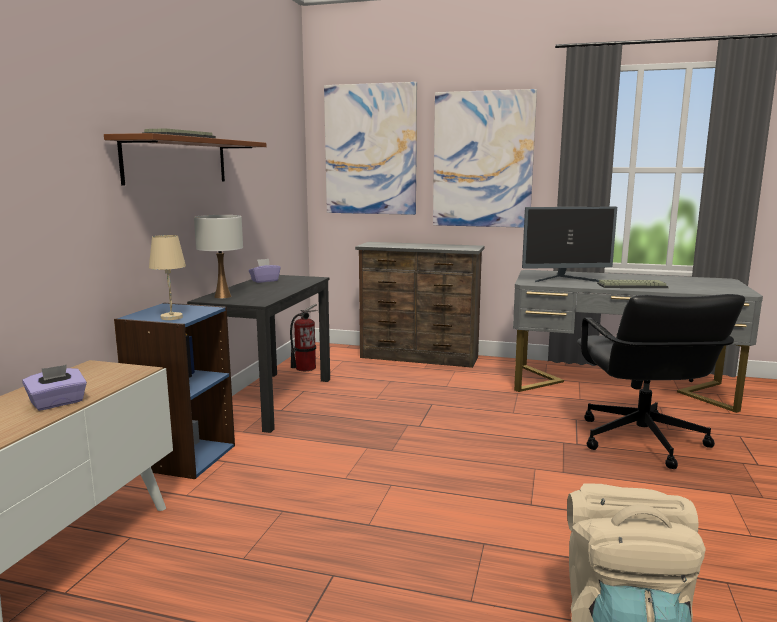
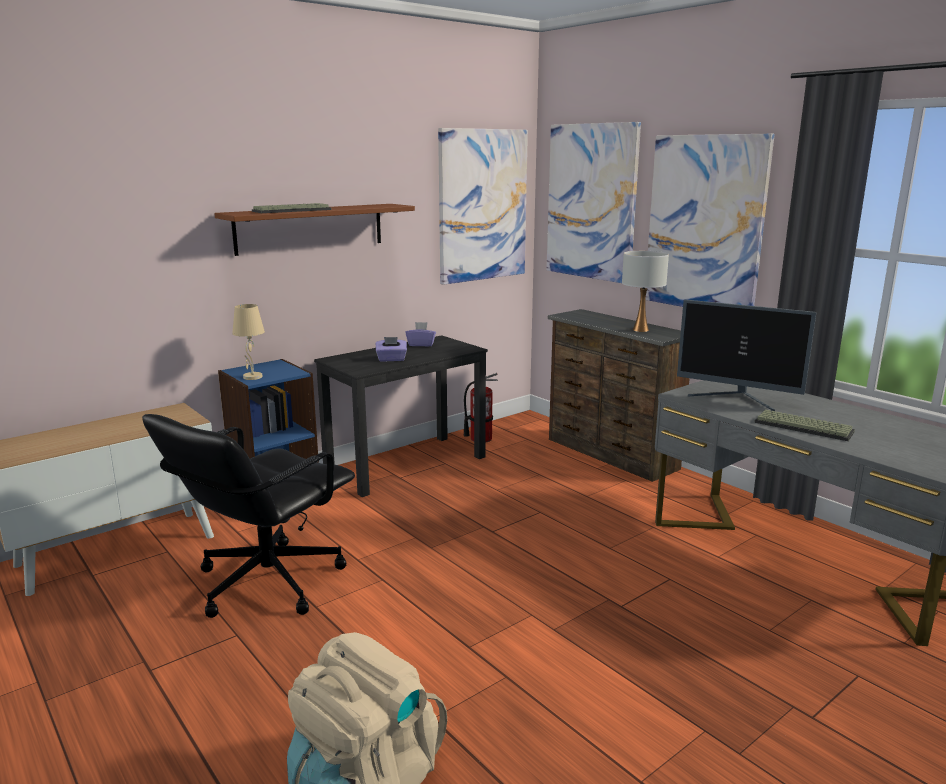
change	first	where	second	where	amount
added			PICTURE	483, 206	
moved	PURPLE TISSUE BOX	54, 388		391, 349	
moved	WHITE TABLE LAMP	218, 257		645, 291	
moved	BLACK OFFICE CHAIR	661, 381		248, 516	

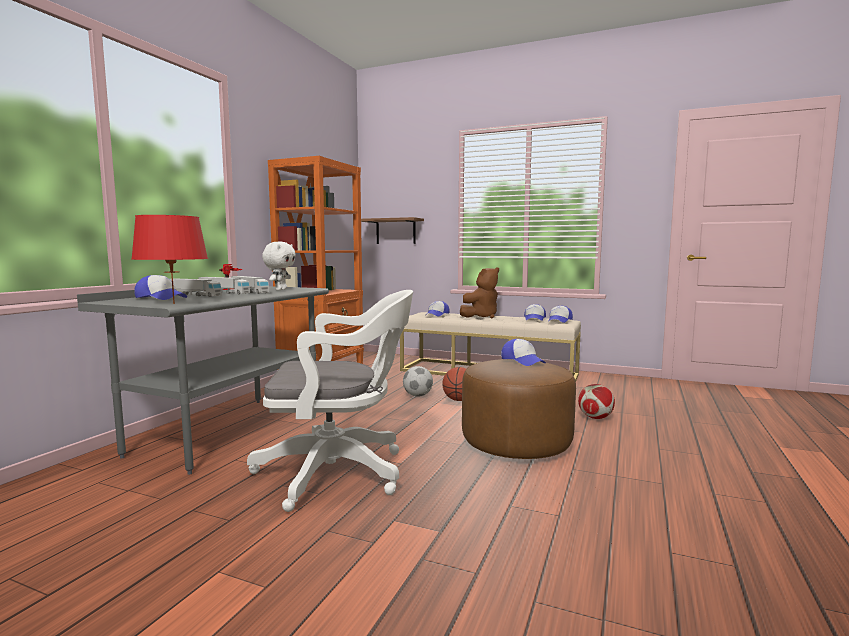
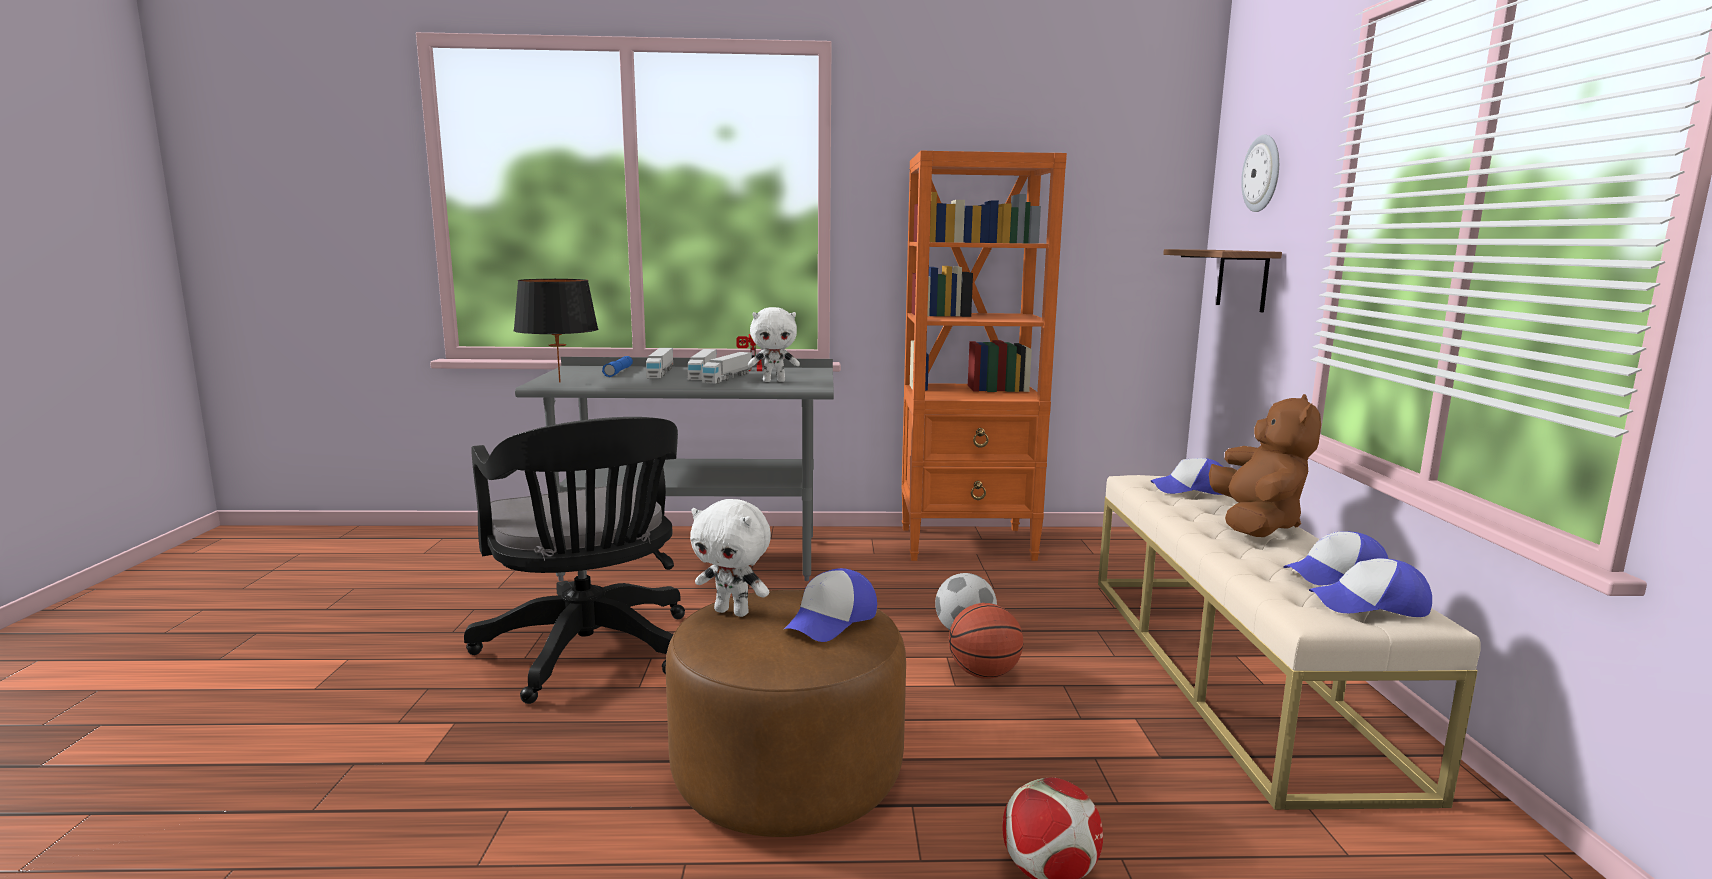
change	first	where	second	where	amount
added			WHITE PLUSH TOY	730, 558	
added			WALL CLOCK	1260, 173	
replaced	CAP	160, 287	BLUE FLASHLIGHT	617, 366	
recoloured	RED TABLE LAMP	170, 259	BLACK TABLE LAMP	555, 331	
recoloured	WHITE OFFICE CHAIR	330, 401	BLACK OFFICE CHAIR	574, 560	
turned	BROWN PLUSH TOY	479, 293		1265, 465	105 degrees counterclockwise

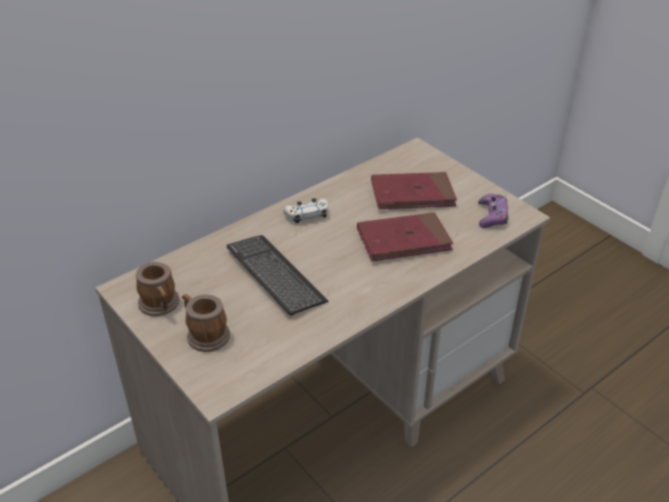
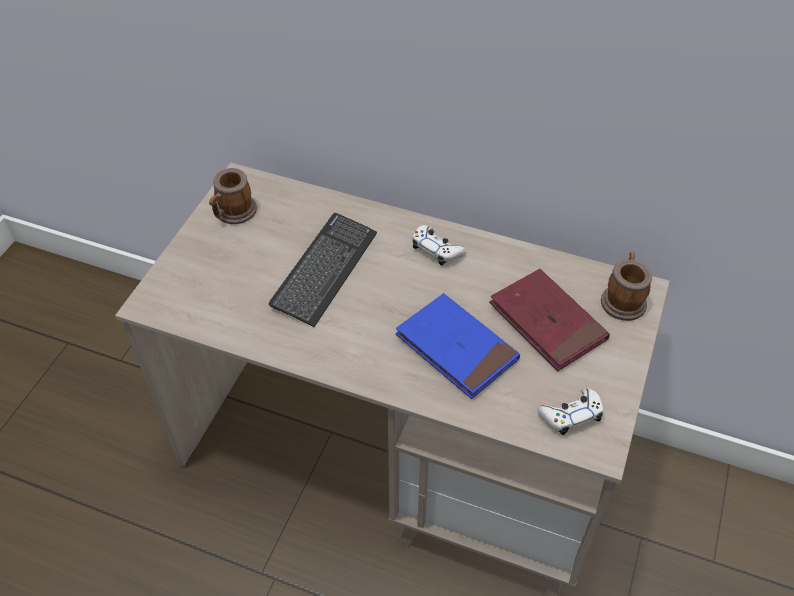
change	first	where	second	where	amount
moved	MUG	206, 323		626, 286	
recoloured	RED BOOK	405, 236	BLUE BOOK	458, 346	
recoloured	PURPLE GAME CONTROLLER	493, 211	WHITE GAME CONTROLLER	570, 412	

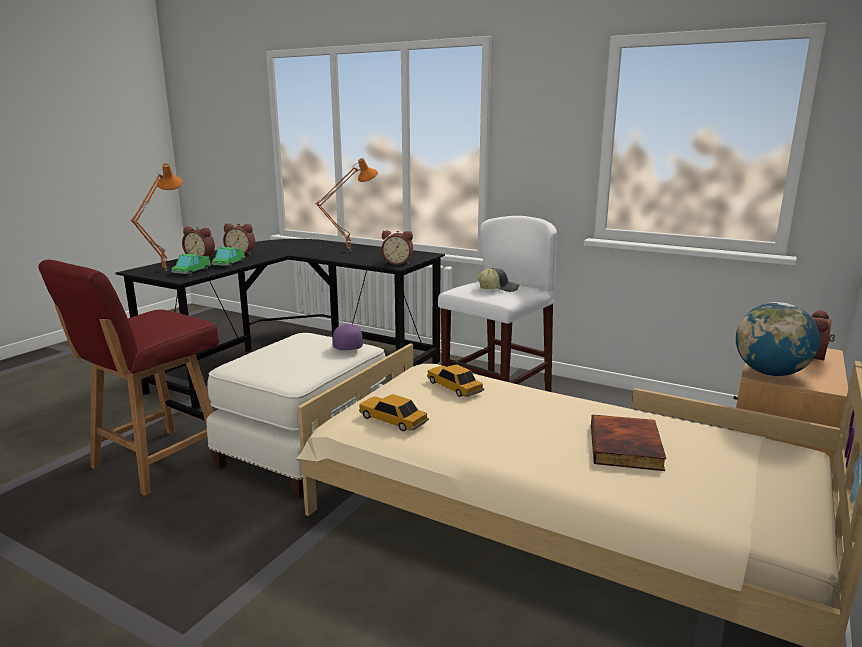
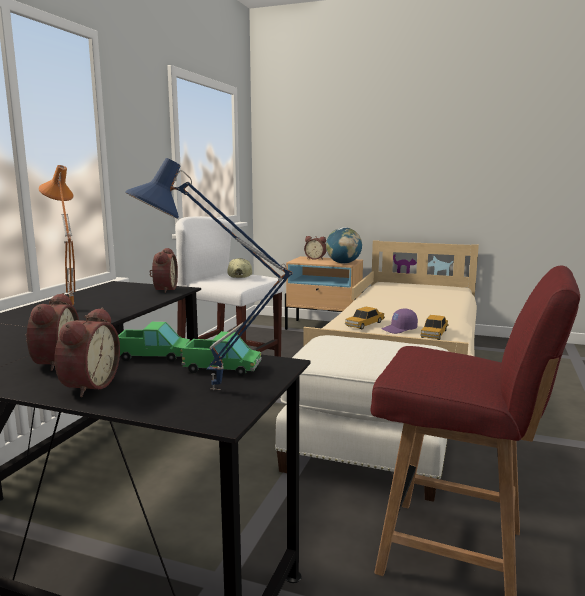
change	first	where	second	where	amount
removed	BOOK	628, 442			
moved	PURPLE CAP	348, 337		399, 321	
recoloured	ORANGE TABLE LAMP	157, 217	BLUE TABLE LAMP	209, 274	

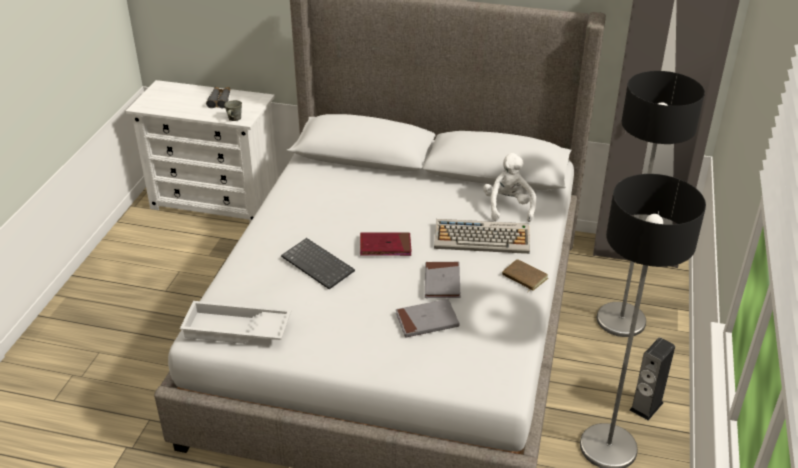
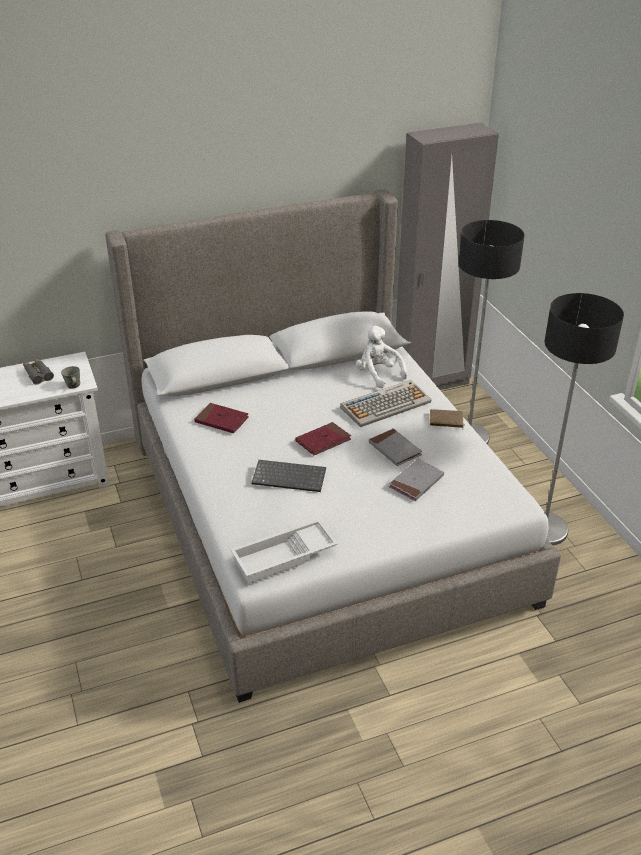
change	first	where	second	where	amount
removed	SPEAKER	652, 379			
added			RED BOOK	221, 418	

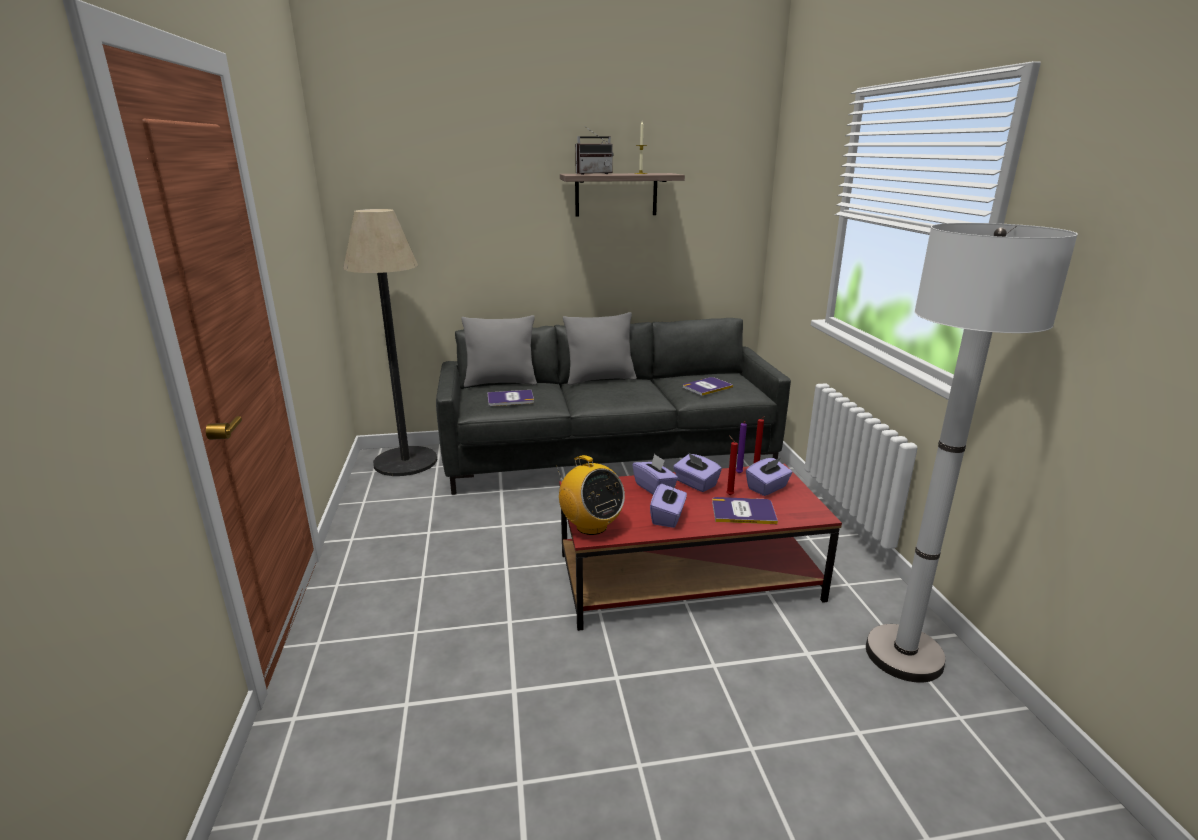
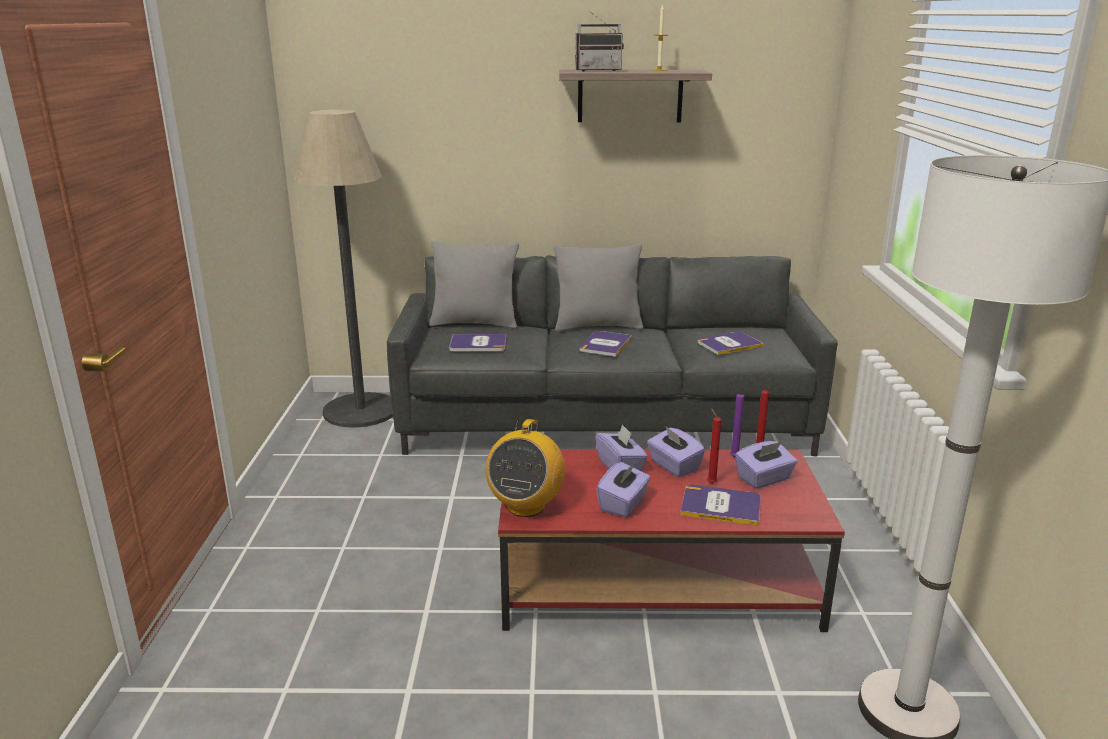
change	first	where	second	where	amount
added			BOOK	606, 344	
turned	RADIO	590, 495		525, 468	45 degrees clockwise

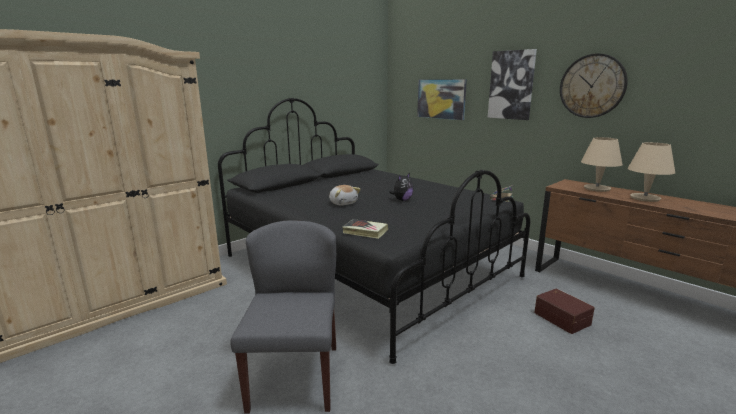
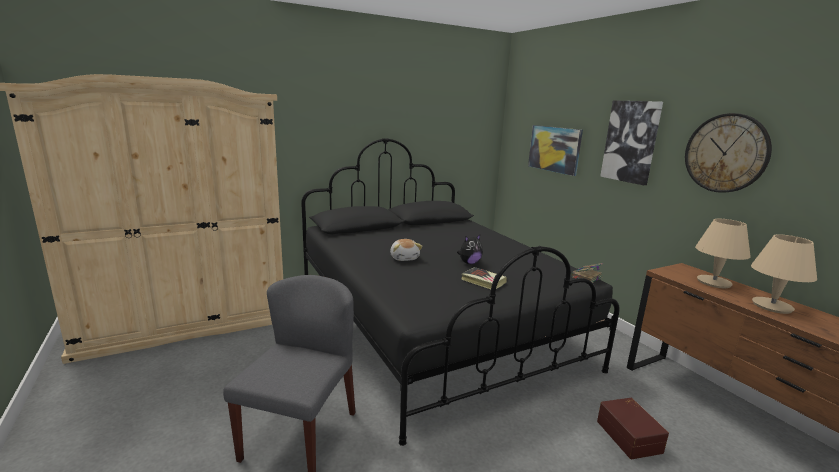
change	first	where	second	where	amount
moved	BOOK	365, 229		484, 278	

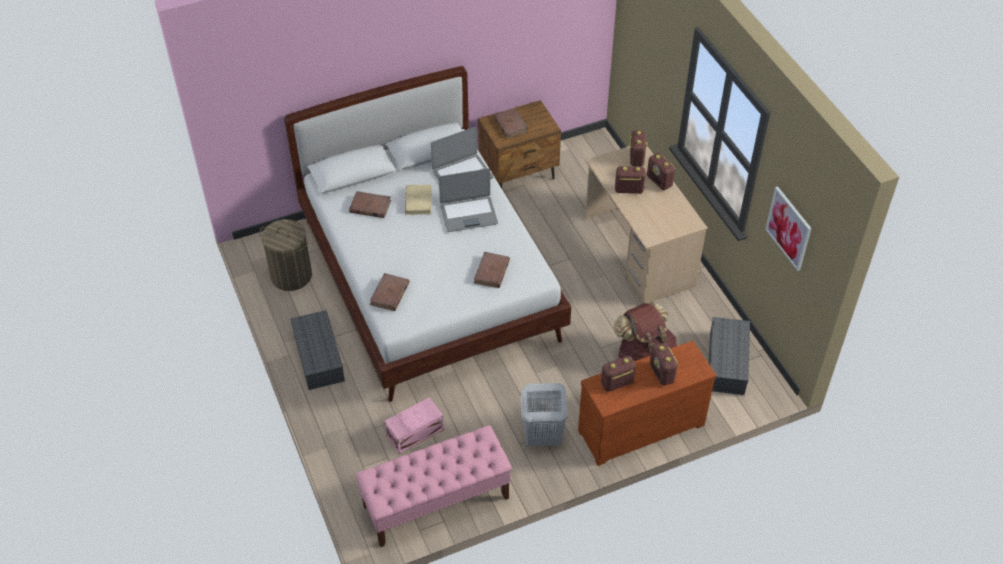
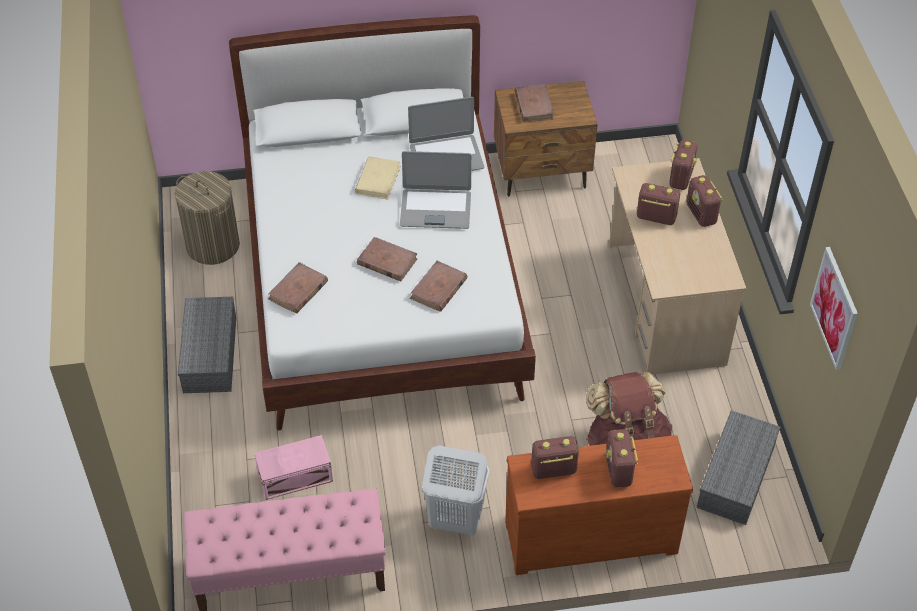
change	first	where	second	where	amount
moved	BROWN BOOK	370, 204		387, 259	

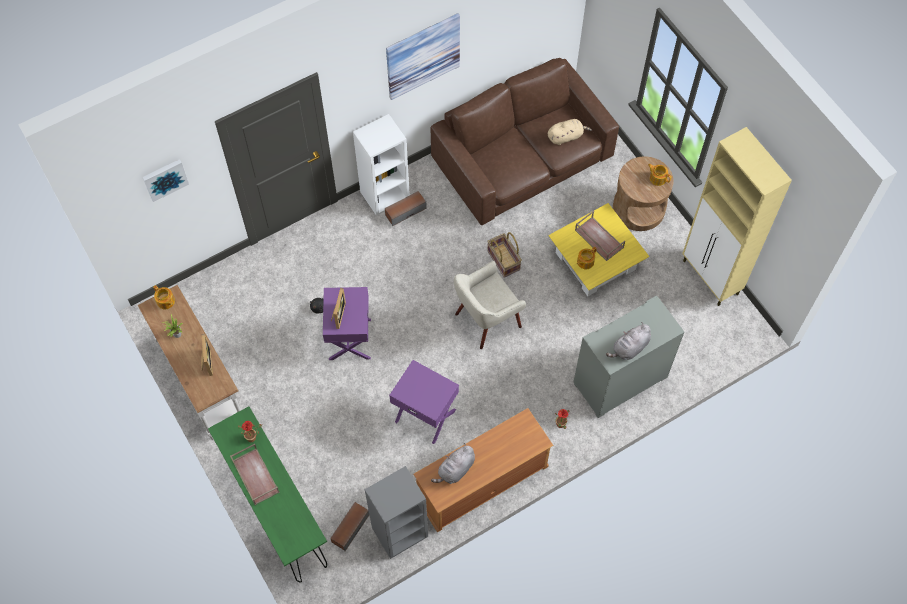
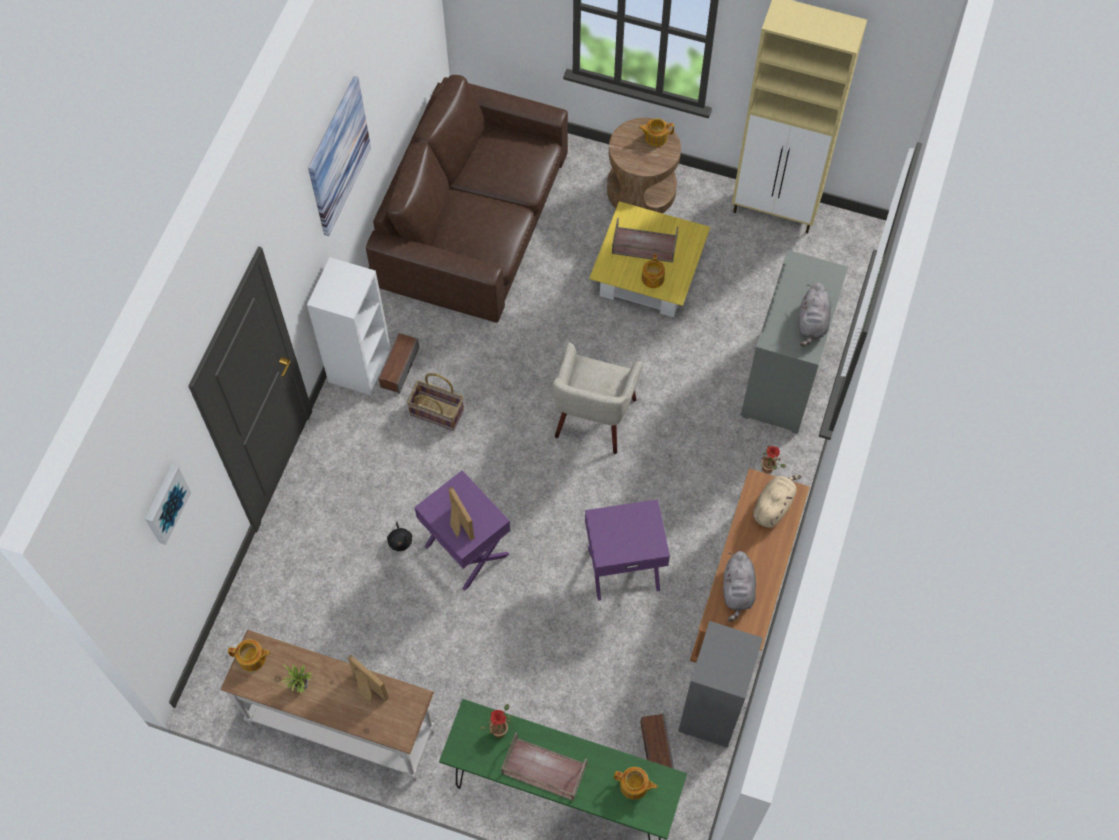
change	first	where	second	where	amount
added			TEAPOT	636, 783	
moved	BASKET	504, 255		435, 402	
moved	BEIGE PLUSH TOY	570, 132		777, 501	

